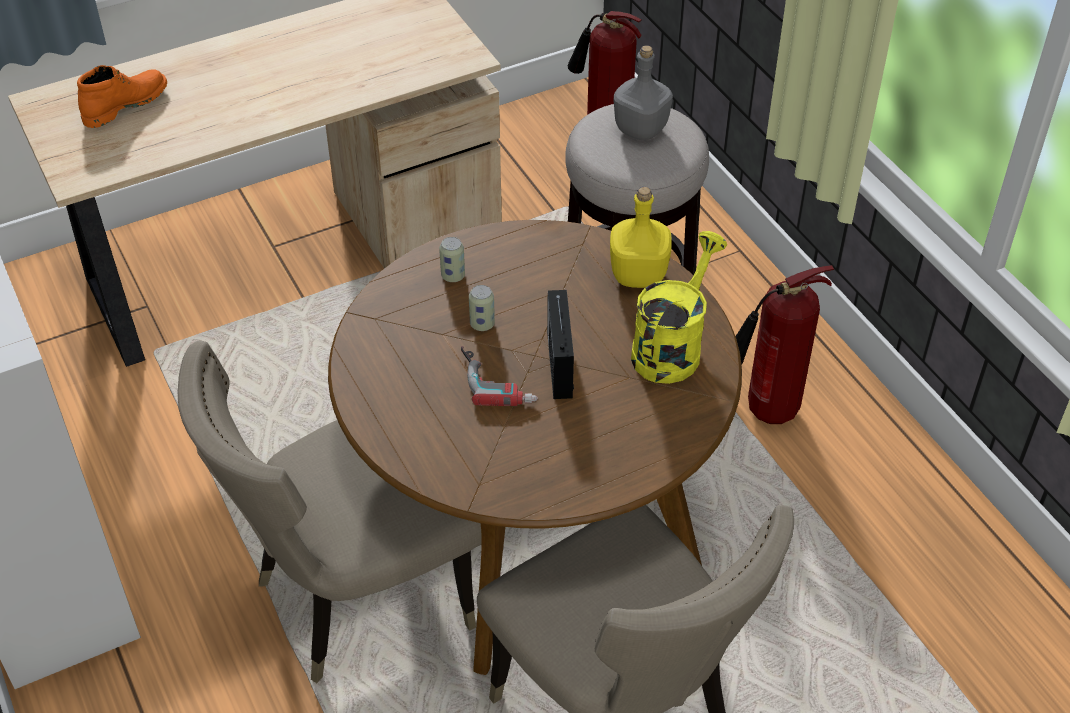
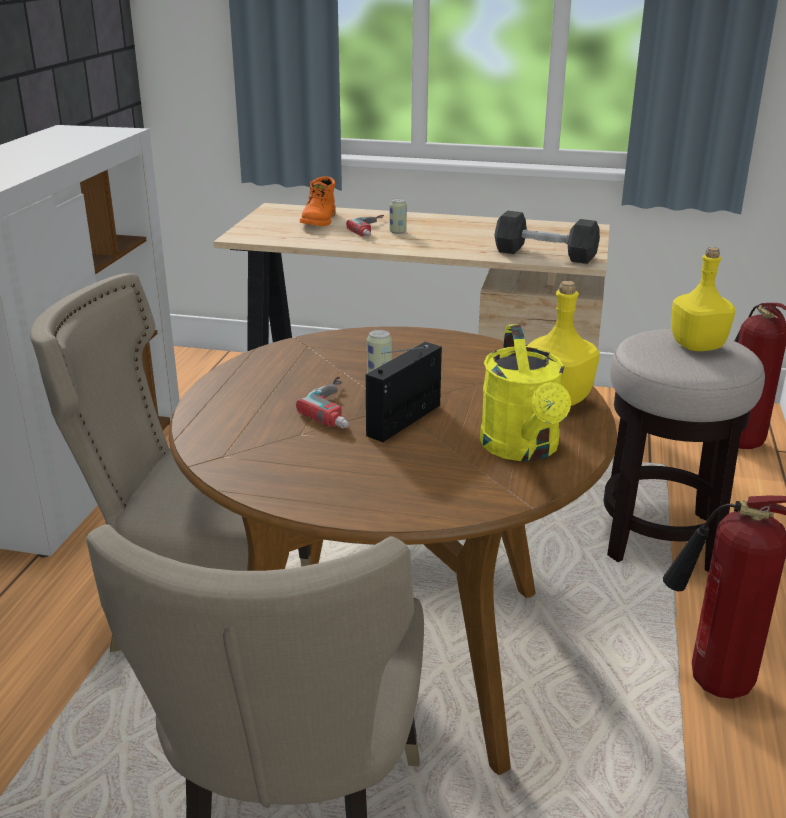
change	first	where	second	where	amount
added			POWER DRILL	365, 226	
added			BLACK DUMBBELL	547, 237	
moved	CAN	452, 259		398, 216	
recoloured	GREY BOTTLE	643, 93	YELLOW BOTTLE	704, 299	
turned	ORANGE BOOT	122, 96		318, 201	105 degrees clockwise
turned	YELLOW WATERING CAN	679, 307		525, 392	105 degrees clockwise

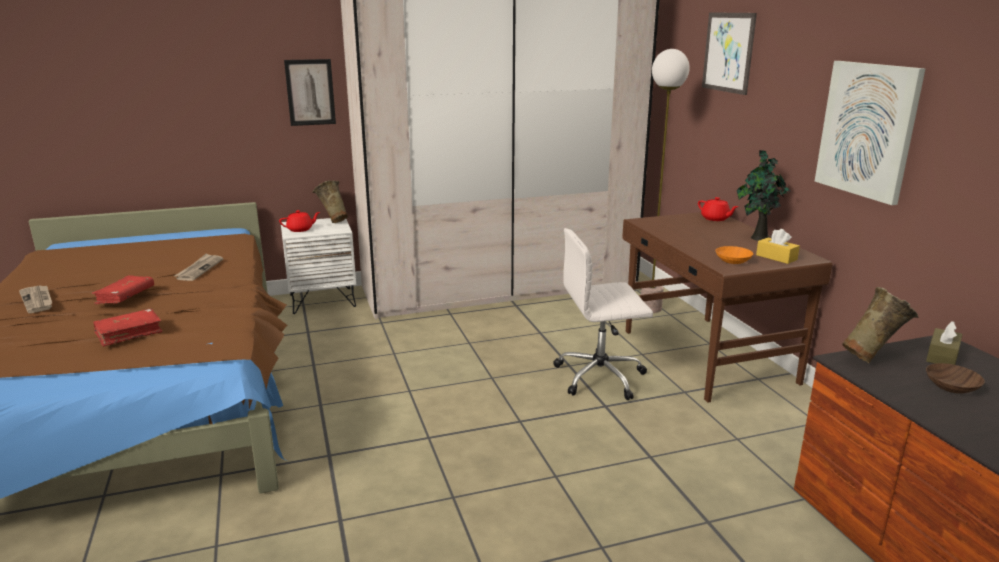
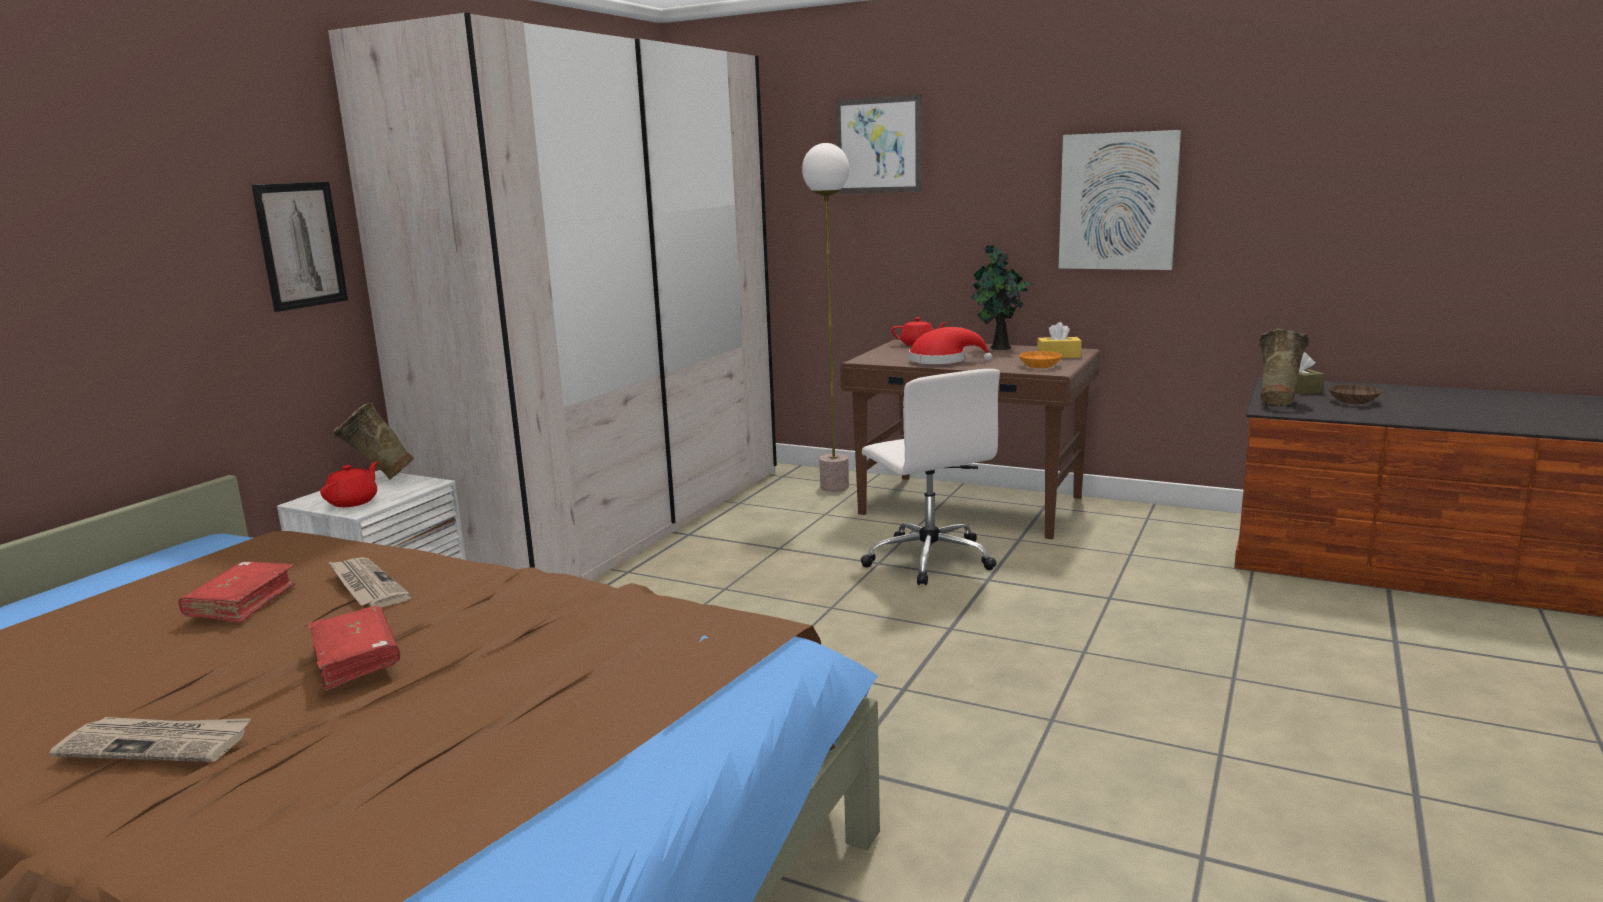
change	first	where	second	where	amount
added			RED HAT	950, 345	
moved	RED BOOK	128, 327		236, 592	
turned	WHITE OFFICE CHAIR	603, 314		930, 477	60 degrees counterclockwise

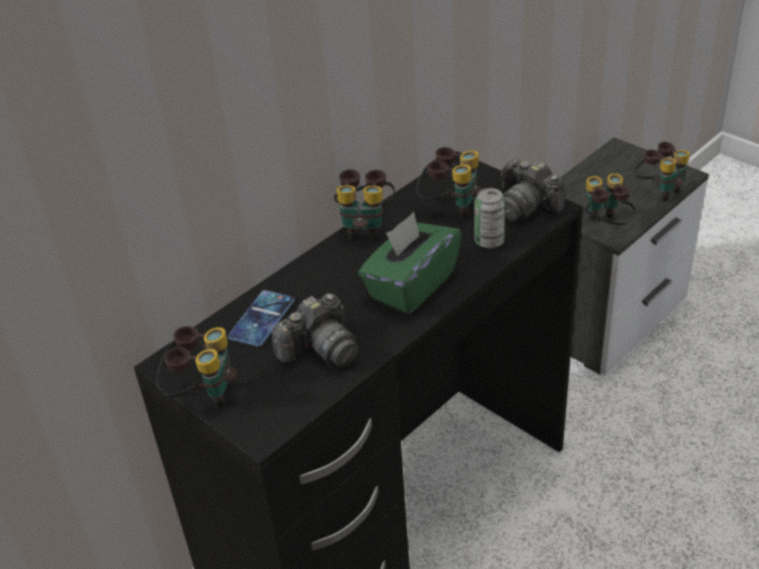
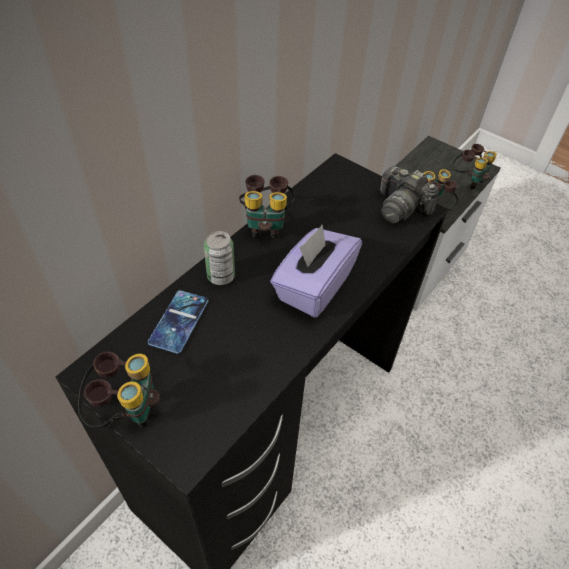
change	first	where	second	where	amount
removed	PHOTO CAMERA	315, 330			
removed	BINOCULARS	449, 183			
moved	CAN	489, 218		219, 258	
recoloured	GREEN TISSUE BOX	410, 263	PURPLE TISSUE BOX	316, 271	

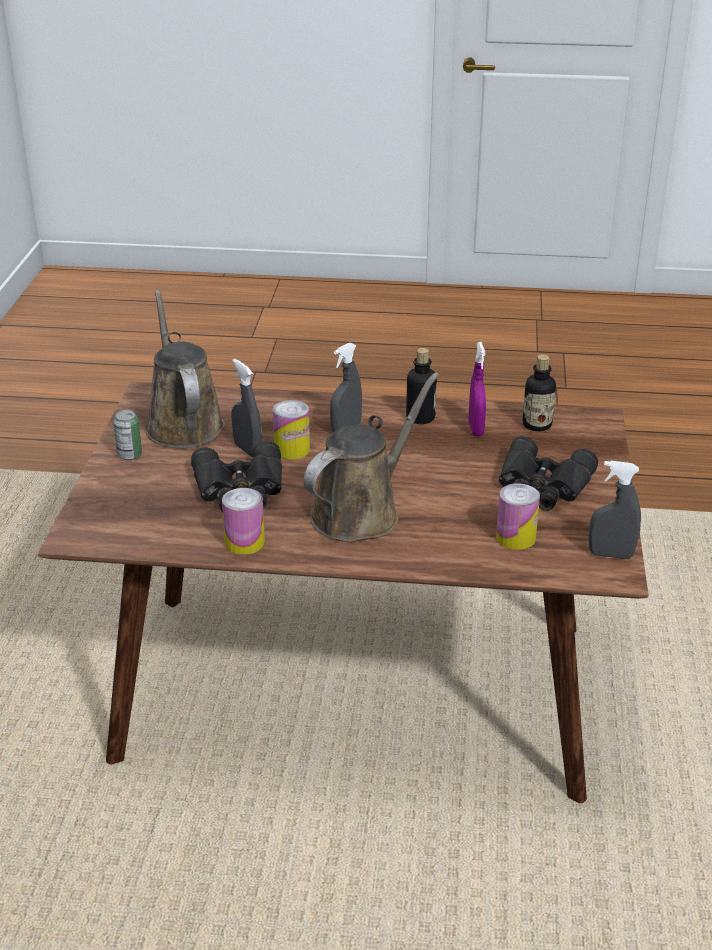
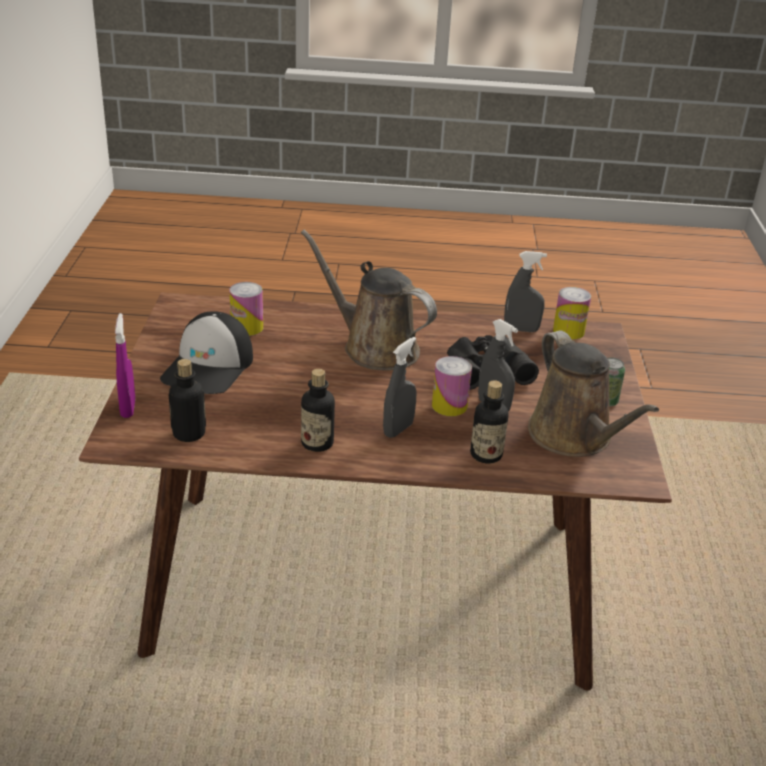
change	first	where	second	where	amount
added			BOTTLE	489, 421	
moved	CAN	243, 521		572, 313	
moved	PURPLE SPRAY BOTTLE	477, 389		125, 365	
moved	GREY SPRAY BOTTLE	615, 510		525, 291	
replaced	BLACK BINOCULARS	548, 473	CAP	206, 352	
turned	BROWN WATERING CAN	371, 457		369, 300	90 degrees clockwise

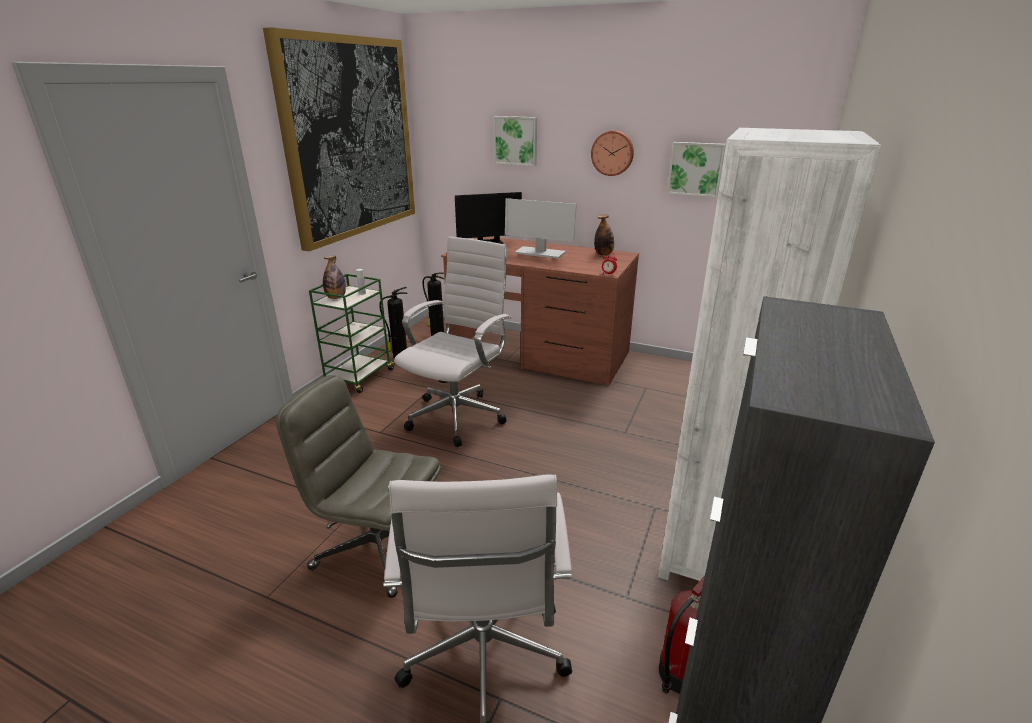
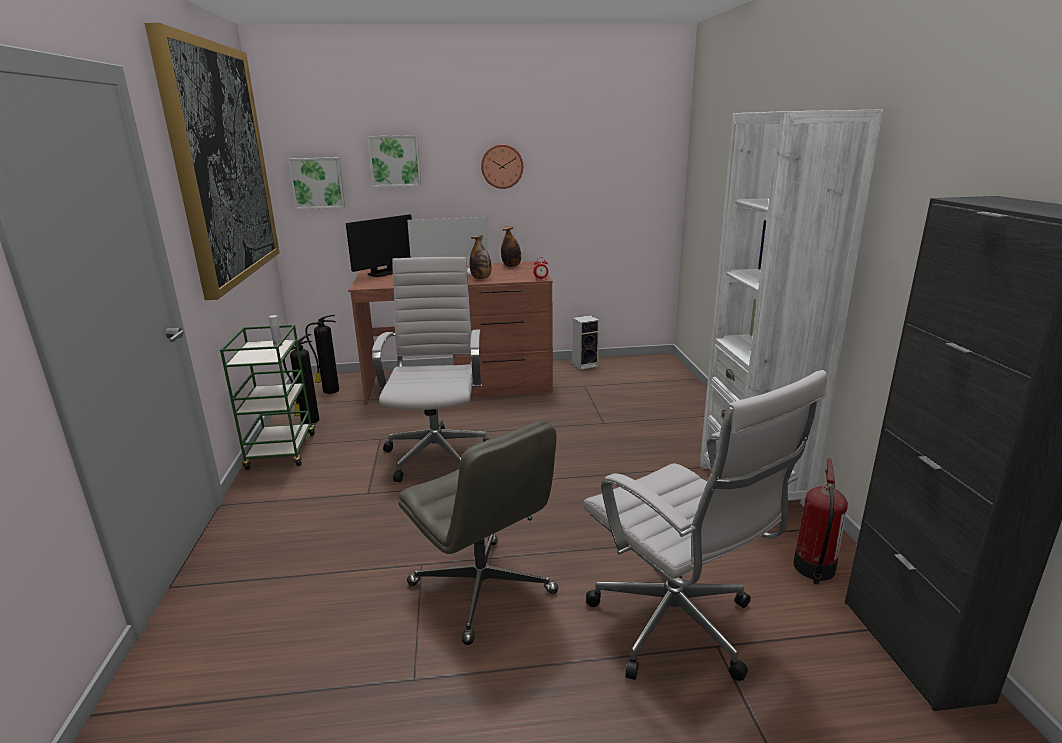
change	first	where	second	where	amount
added			SPEAKER	585, 342	
moved	BOTTLE	334, 277		480, 257	
moved	PICTURE	696, 169		316, 183	
turned	GREY OFFICE CHAIR	358, 486		478, 532	120 degrees counterclockwise

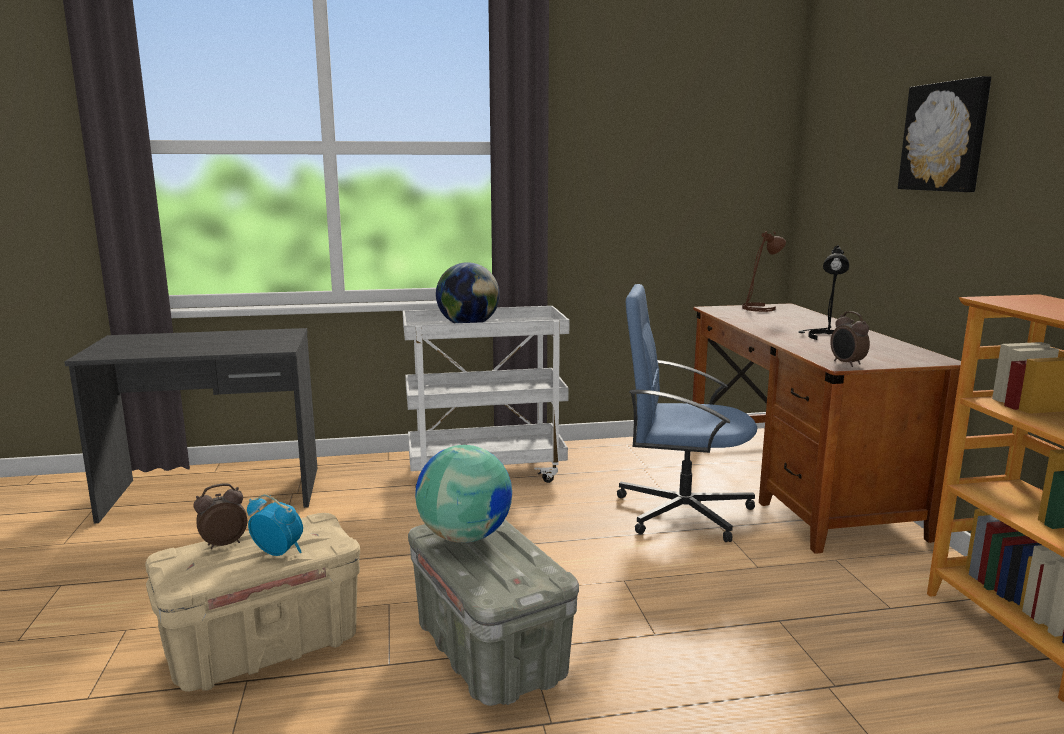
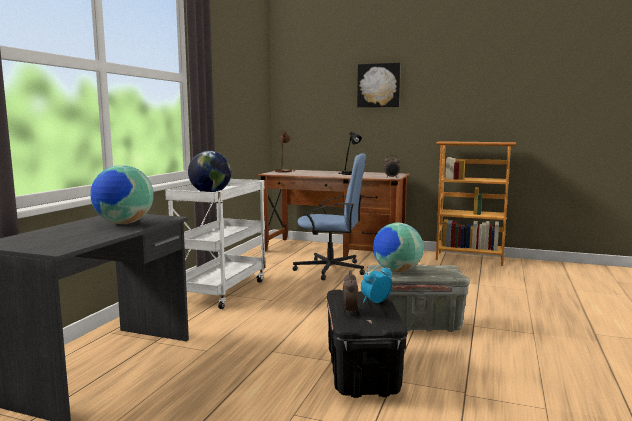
change	first	where	second	where	amount
added			GLOBE	122, 194	
recoloured	BEIGE STORAGE BOX	252, 602	BLACK STORAGE BOX	367, 344	
turned	BLUE OFFICE CHAIR	687, 413		329, 216	120 degrees counterclockwise

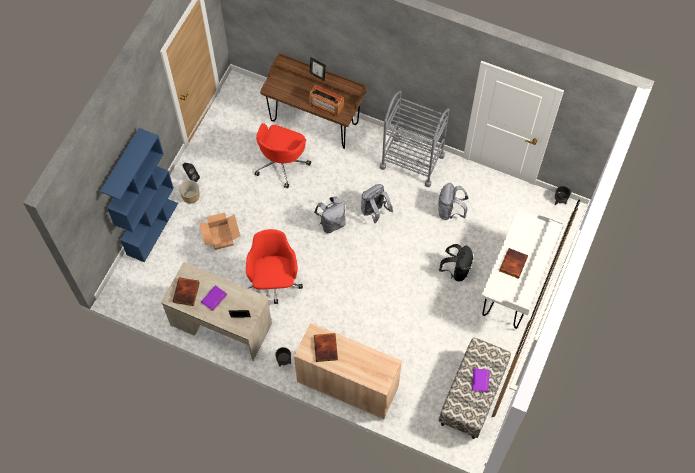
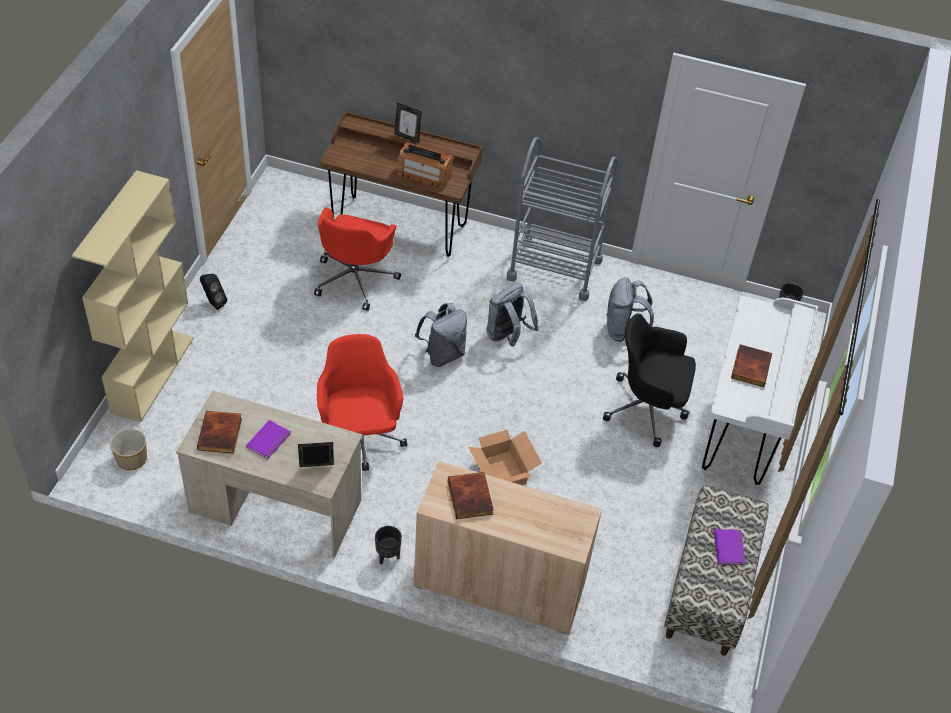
change	first	where	second	where	amount
moved	PLANTER	189, 192		128, 449	
moved	CARDBOARD BOX	219, 231		505, 457	
replaced	BLACK BACKPACK	456, 262	BLACK OFFICE CHAIR	649, 380	
recoloured	BLUE BOOKCASE	139, 195	BEIGE BOOKCASE	133, 296	

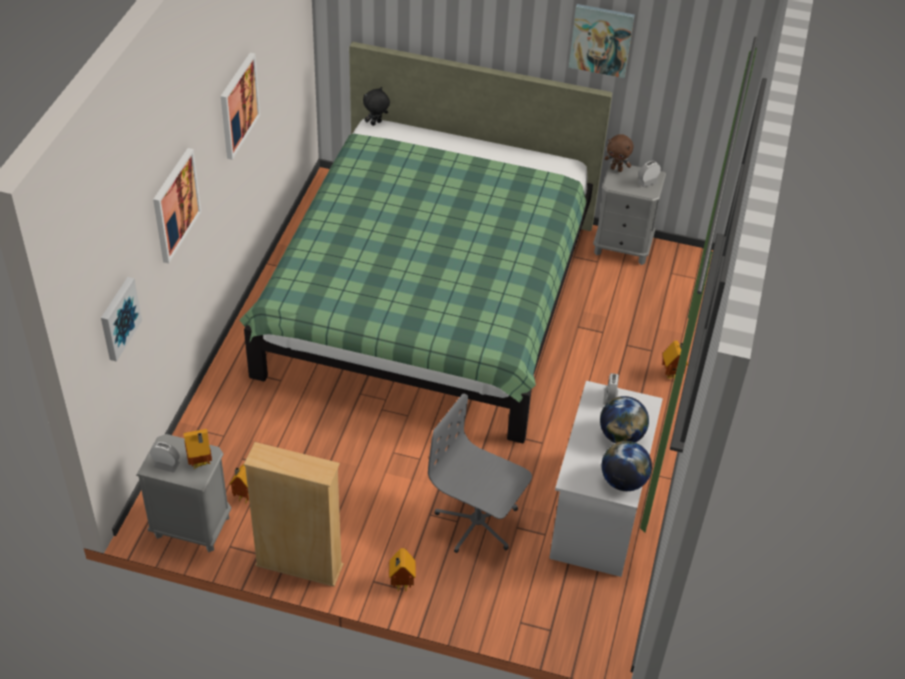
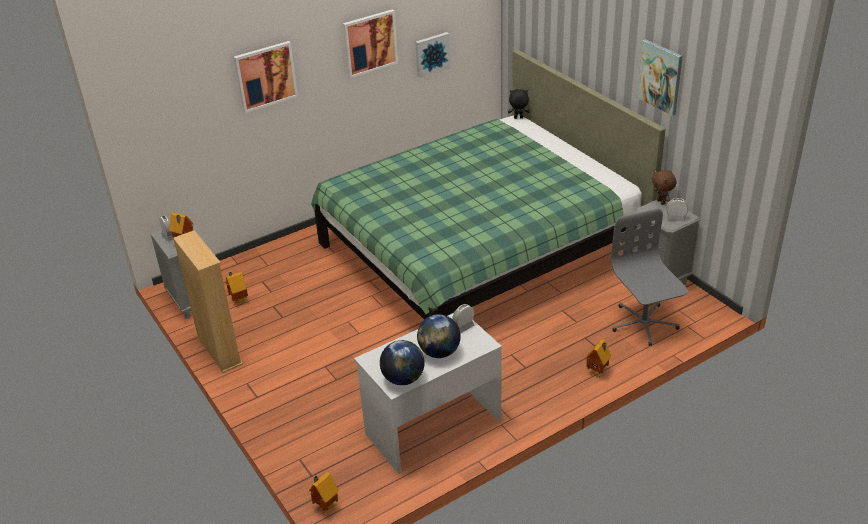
change	first	where	second	where	amount
moved	PICTURE	121, 319		433, 55	
moved	TOY HOUSE	402, 570		324, 493	
moved	GREY OFFICE CHAIR	480, 473		649, 277	

